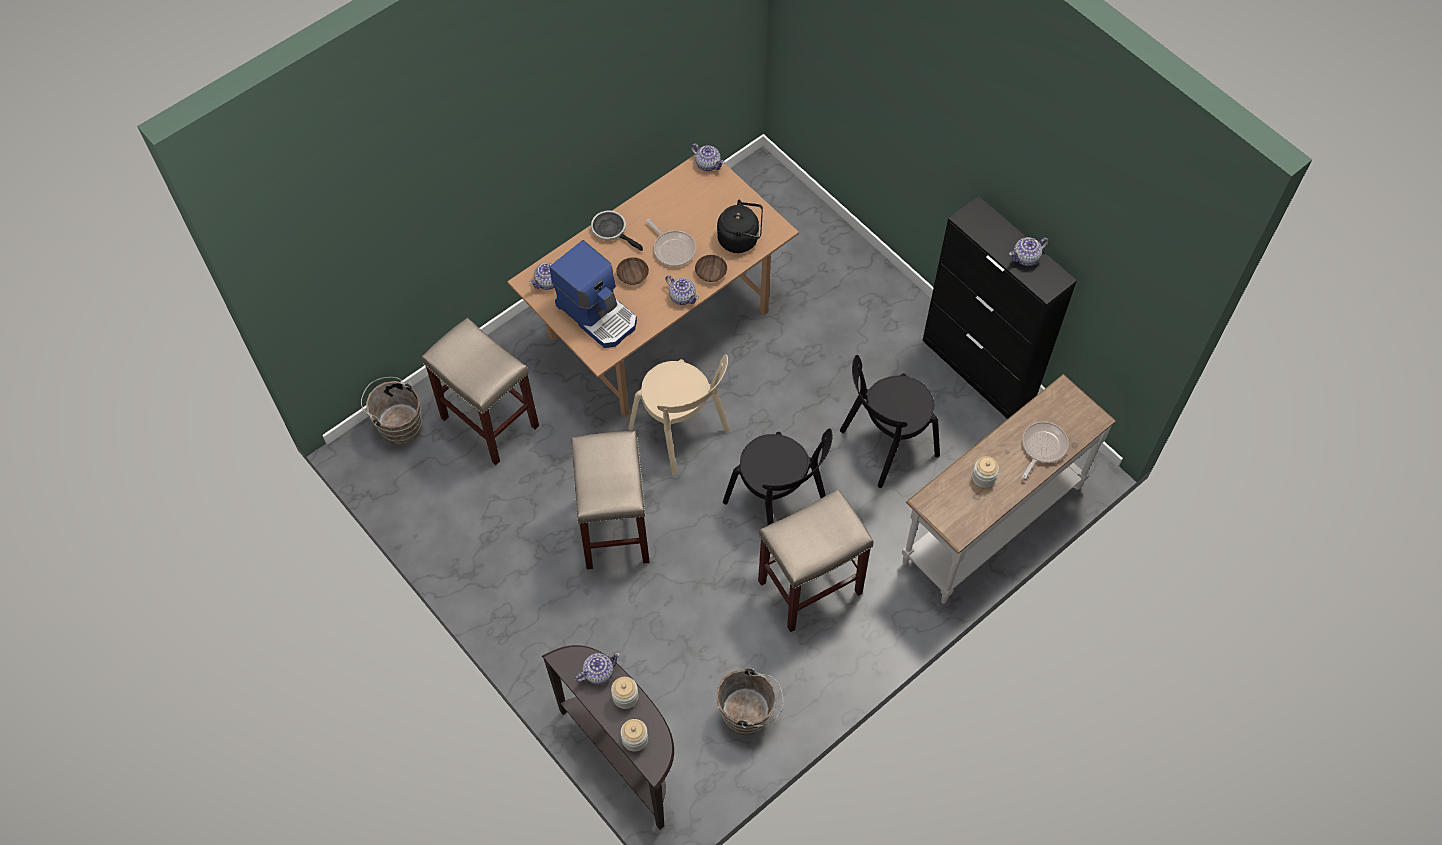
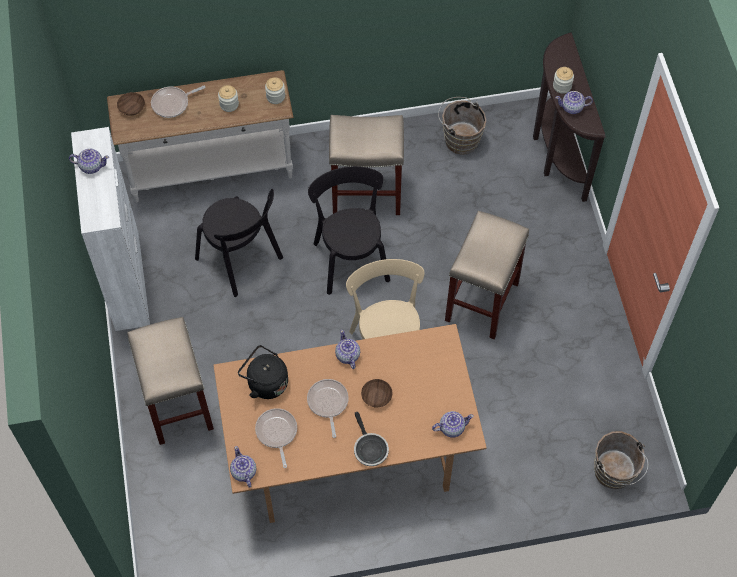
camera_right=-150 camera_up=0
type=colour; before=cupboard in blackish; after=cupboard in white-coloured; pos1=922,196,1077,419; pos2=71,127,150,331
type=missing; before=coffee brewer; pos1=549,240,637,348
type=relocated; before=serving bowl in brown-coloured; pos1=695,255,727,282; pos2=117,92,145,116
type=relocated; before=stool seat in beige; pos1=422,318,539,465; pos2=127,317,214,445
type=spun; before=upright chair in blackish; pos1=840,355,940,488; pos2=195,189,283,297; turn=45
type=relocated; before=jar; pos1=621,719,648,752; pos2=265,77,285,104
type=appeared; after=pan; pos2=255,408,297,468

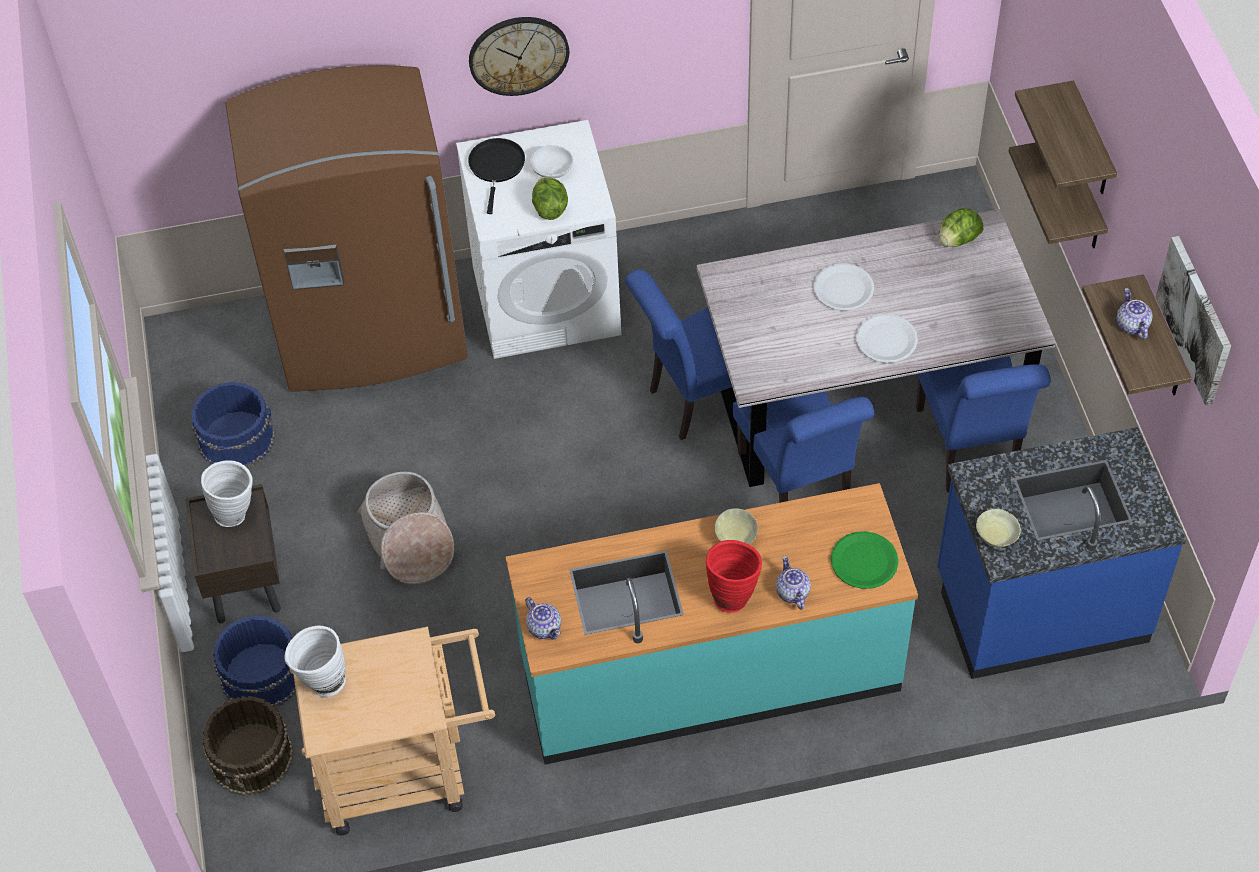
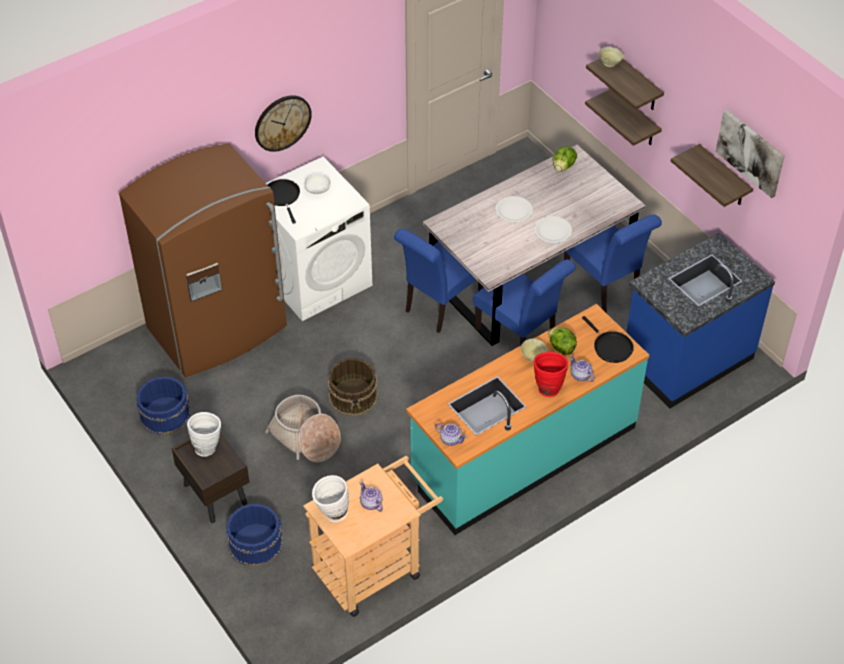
camera_right=-25 camera_up=-5
type=relocated; before=lettuce; pos1=532,177,568,220; pos2=549,327,577,355
type=relocated; before=pot for tea; pos1=1117,288,1153,340; pos2=360,482,383,512
type=relocated; before=serving bowl in beige; pos1=976,509,1021,547; pos2=599,47,624,67
type=exchanged; before=dinner plate in greenish; after=pan in blackish; pos1=831,531,898,589; pos2=582,316,634,363
type=relocated; before=water bucket in brown-coloured; pos1=202,696,293,796; pos2=327,358,378,416

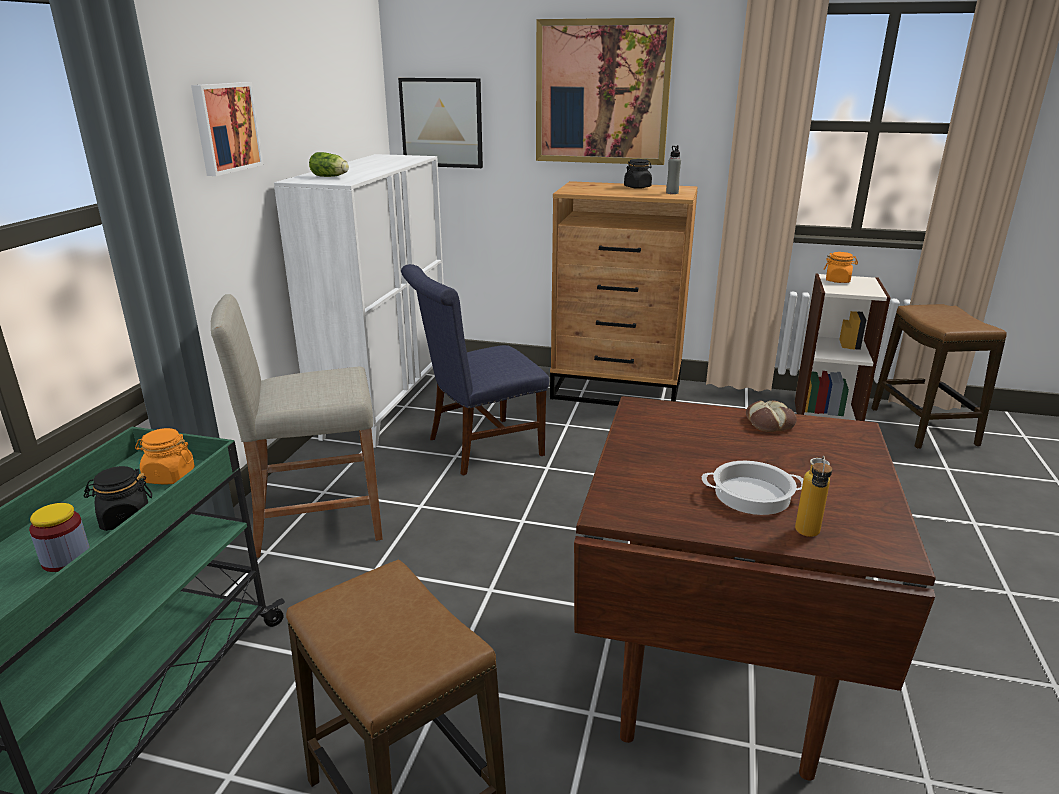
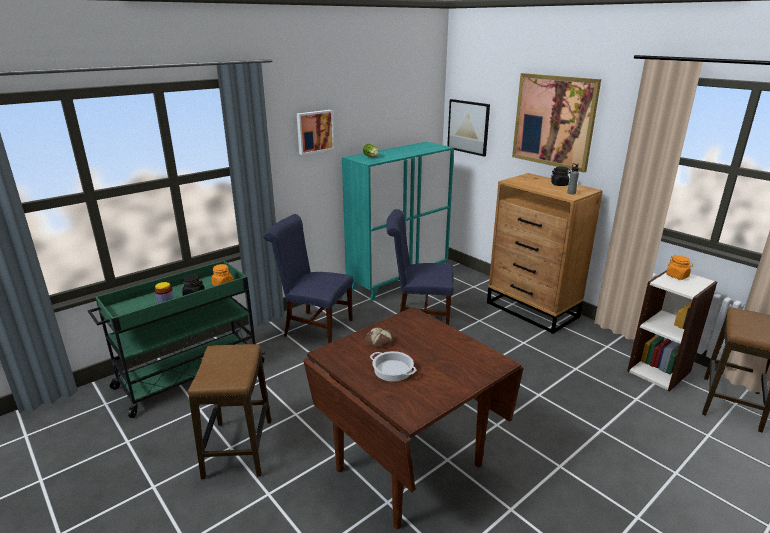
camera_right=35 camera_up=0
type=colour; before=cupboard in white-coloured; after=cupboard in turquoise; pos1=274,154,444,448; pos2=342,142,454,301
type=exchanged; before=stool seat in beige; after=upright chair in blue-coloured; pos1=211,294,383,558; pos2=263,214,354,344
type=relocated; before=bakery bread; pos1=746,400,797,432; pos2=365,327,393,348
type=missing; before=beverage bottle; pos1=795,456,832,537

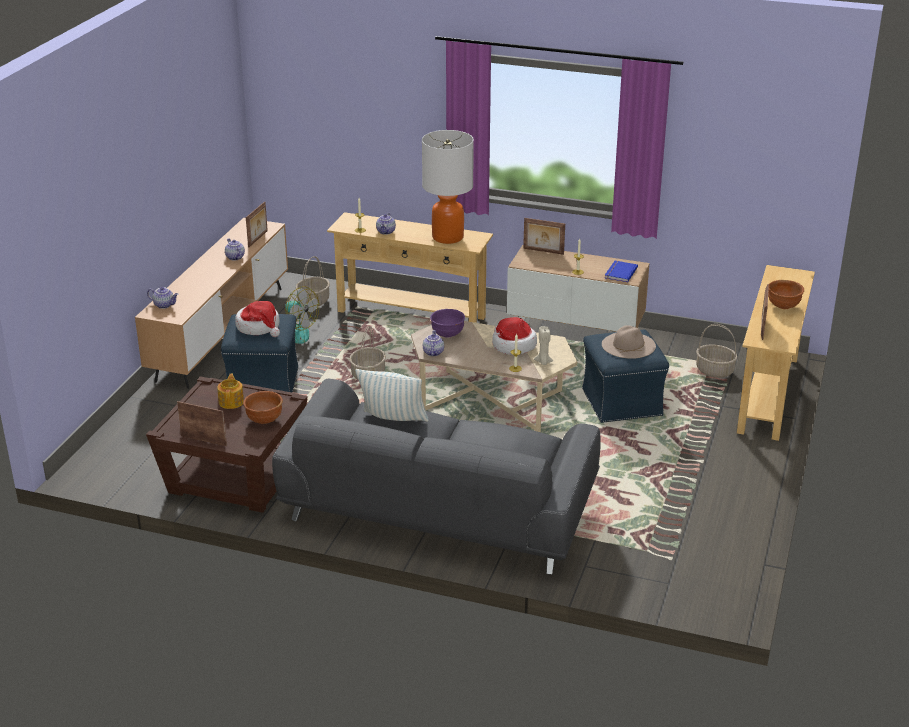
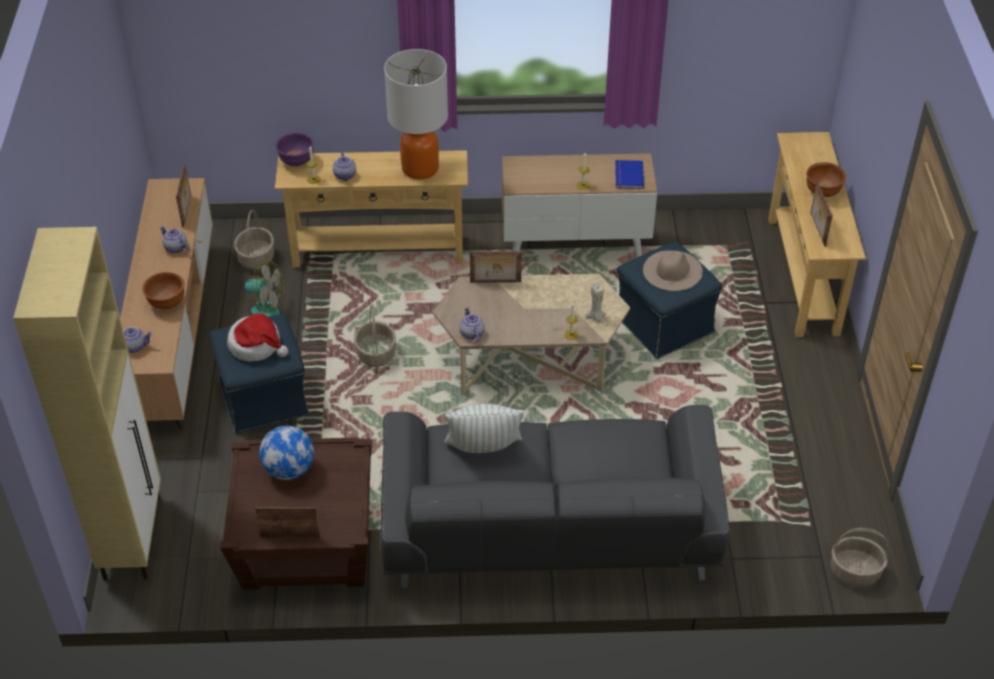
camera_right=-20 camera_up=15
type=relocated; before=photo frame; pos1=523,218,565,255; pos2=470,251,522,283
type=relocated; before=serving bowl in purple; pos1=430,309,465,338; pos2=275,132,314,166
type=missing; before=clothing hat; pos1=492,317,537,355
type=relocated; before=storage basket; pos1=696,324,738,378; pos2=830,528,889,586
type=exchanged; before=pot for tea; after=globe; pos1=217,374,244,409; pos2=259,426,314,480
type=relocated; before=serving bowl in brown-coloured; pos1=243,391,283,424; pos2=142,272,185,310
type=appeared; after=cupboard in beige; pos2=13,227,161,580

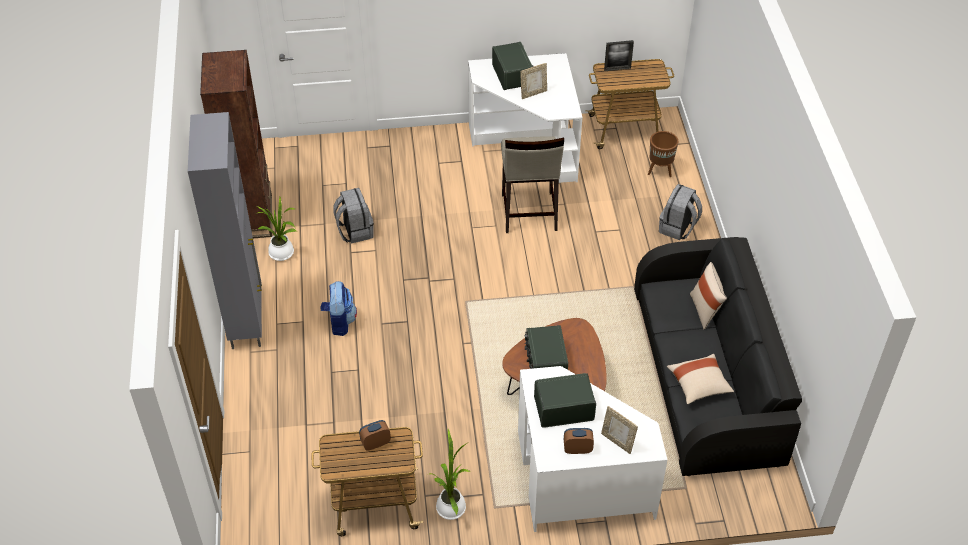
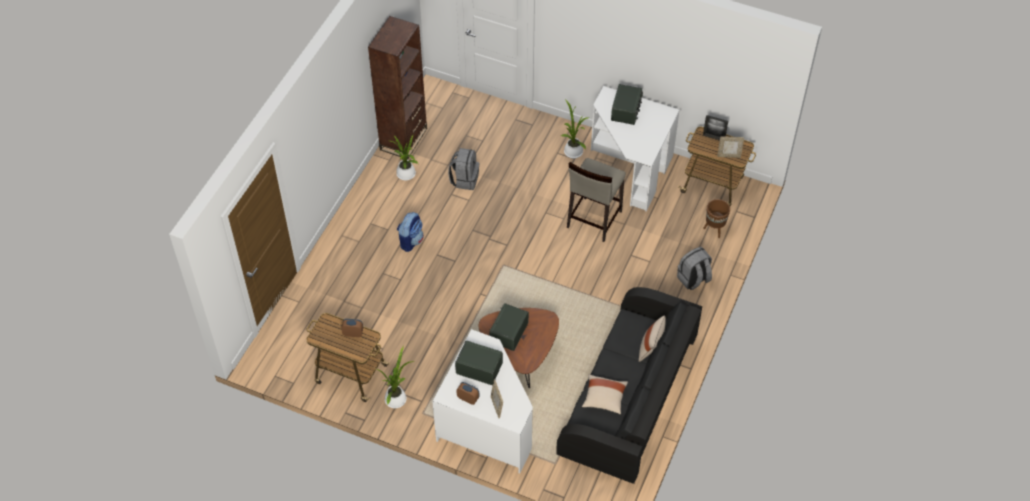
camera_right=30 camera_up=5
type=relocated; before=photo frame; pos1=520,63,547,99; pos2=717,136,744,158
type=missing; before=cupboard in gray; pos1=188,112,262,349
type=appeared; after=houseplant; pos2=561,99,589,158

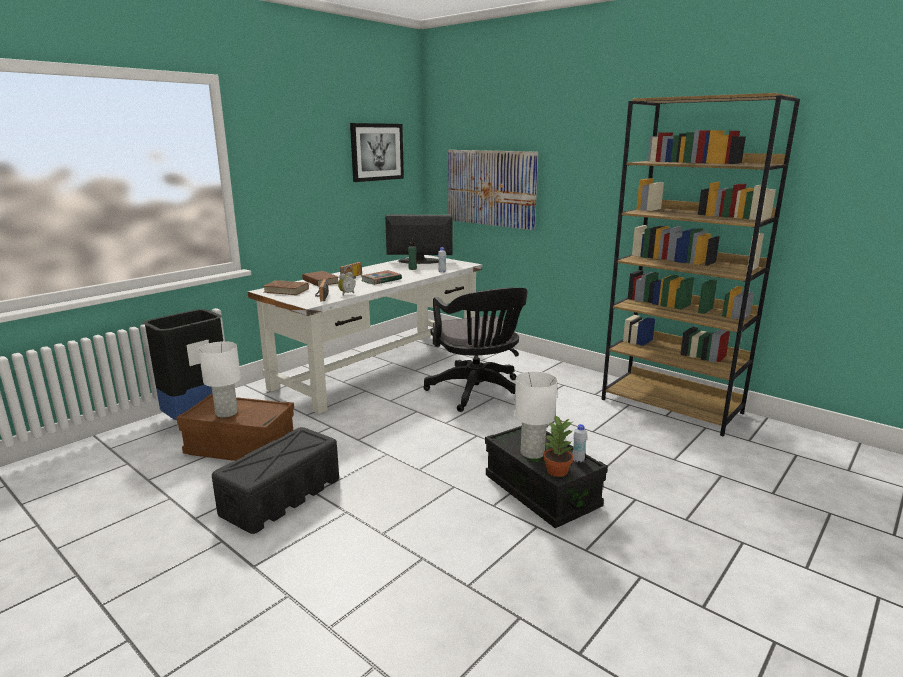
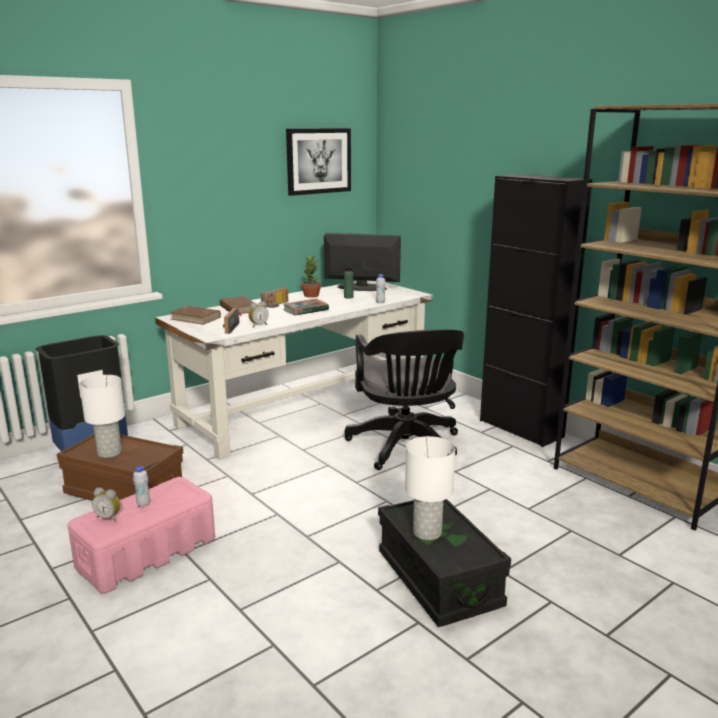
camera_right=10 camera_up=0
type=missing; before=picture; pos1=448,150,539,230
type=relocated; before=houseplant; pos1=543,415,574,477; pos2=301,255,321,298
type=relocated; before=beverage bottle in white-coloured; pos1=573,424,587,463; pos2=133,466,150,507
type=colour; before=storage box in blackish; after=storage box in pink; pos1=212,427,339,534; pos2=68,477,215,593
type=appeared; after=cupboard in blackish; pos2=480,174,592,447
type=appeared; after=bedside clock; pos2=92,487,120,522

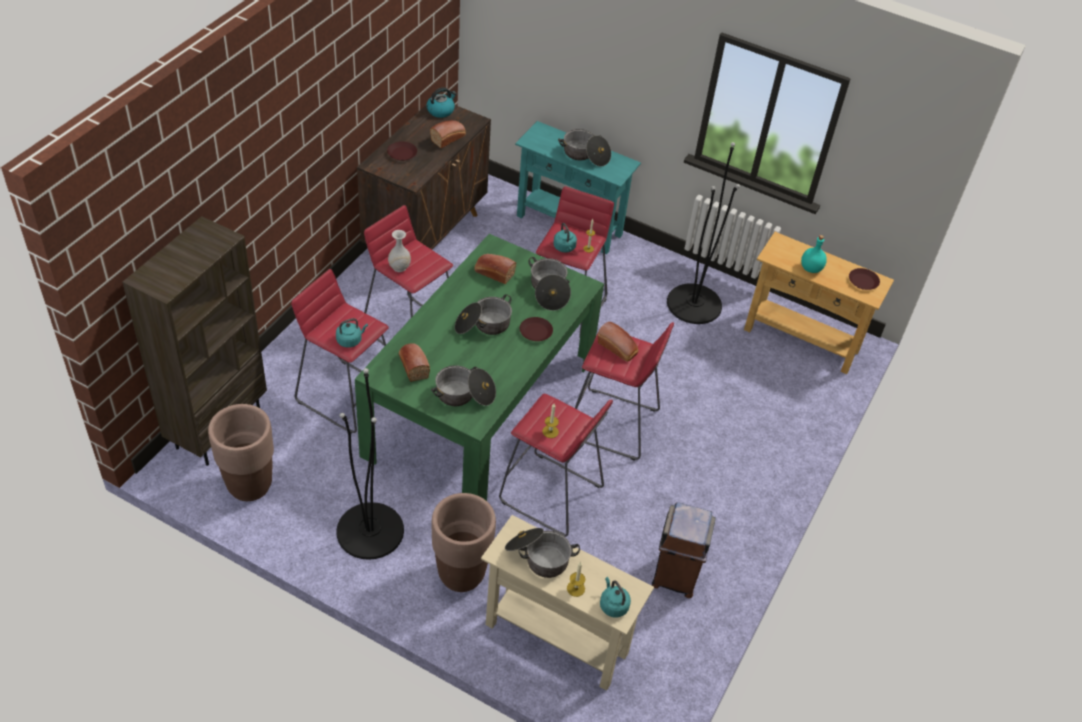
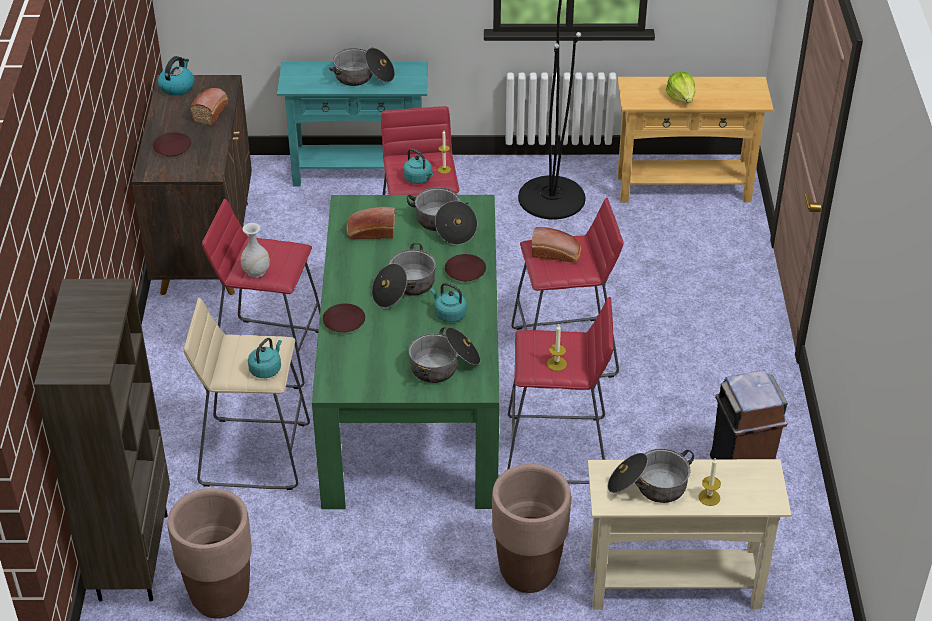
camera_right=-25 camera_up=-5
type=exchanged; before=beverage bottle in turquoise; after=lettuce; pos1=801,235,827,273; pos2=666,72,696,103
type=relocated; before=dinner plate in brown-coloured; pos1=849,268,880,290; pos2=323,303,365,333
type=colour; before=stool seat in reddish; after=stool seat in beige; pos1=291,269,389,434; pos2=184,298,310,490
type=missing; before=bakery bread; pos1=399,343,430,382
type=missing; before=standing lamp in blackish; pos1=336,368,404,560
type=relocated; before=water kettle in turquoise; pos1=600,577,631,617; pos2=431,283,467,322

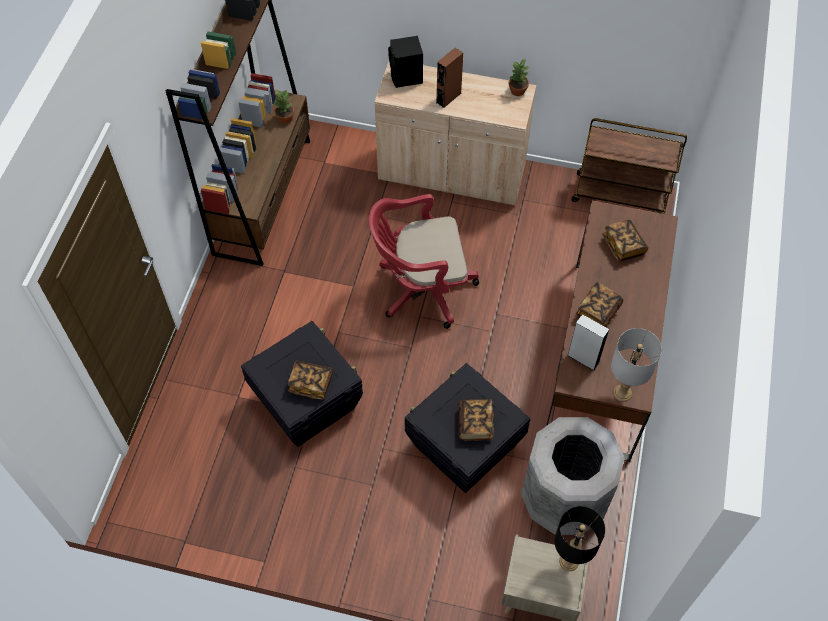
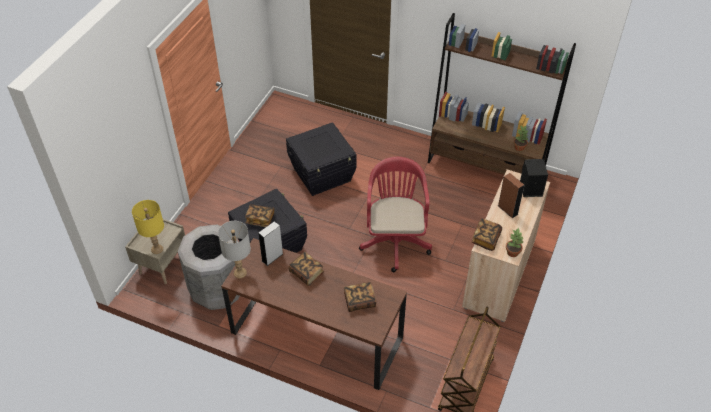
camera_right=100 camera_up=-10
type=relocated; before=bound book; pos1=288,360,333,400; pos2=471,218,502,251
type=colour; before=lamp for a table in blackish; after=lamp for a table in yellowish; pos1=554,506,605,571; pos2=132,200,164,254

